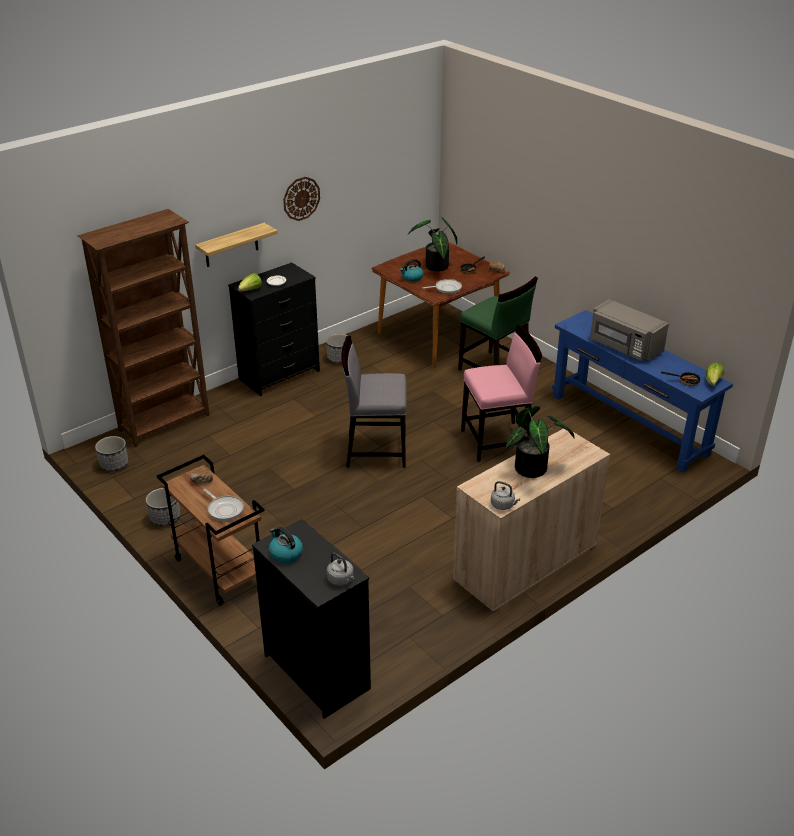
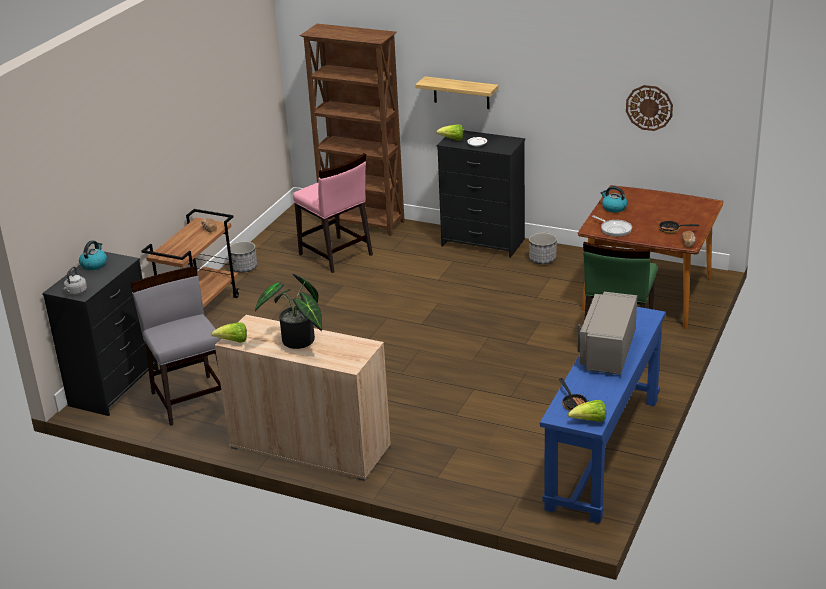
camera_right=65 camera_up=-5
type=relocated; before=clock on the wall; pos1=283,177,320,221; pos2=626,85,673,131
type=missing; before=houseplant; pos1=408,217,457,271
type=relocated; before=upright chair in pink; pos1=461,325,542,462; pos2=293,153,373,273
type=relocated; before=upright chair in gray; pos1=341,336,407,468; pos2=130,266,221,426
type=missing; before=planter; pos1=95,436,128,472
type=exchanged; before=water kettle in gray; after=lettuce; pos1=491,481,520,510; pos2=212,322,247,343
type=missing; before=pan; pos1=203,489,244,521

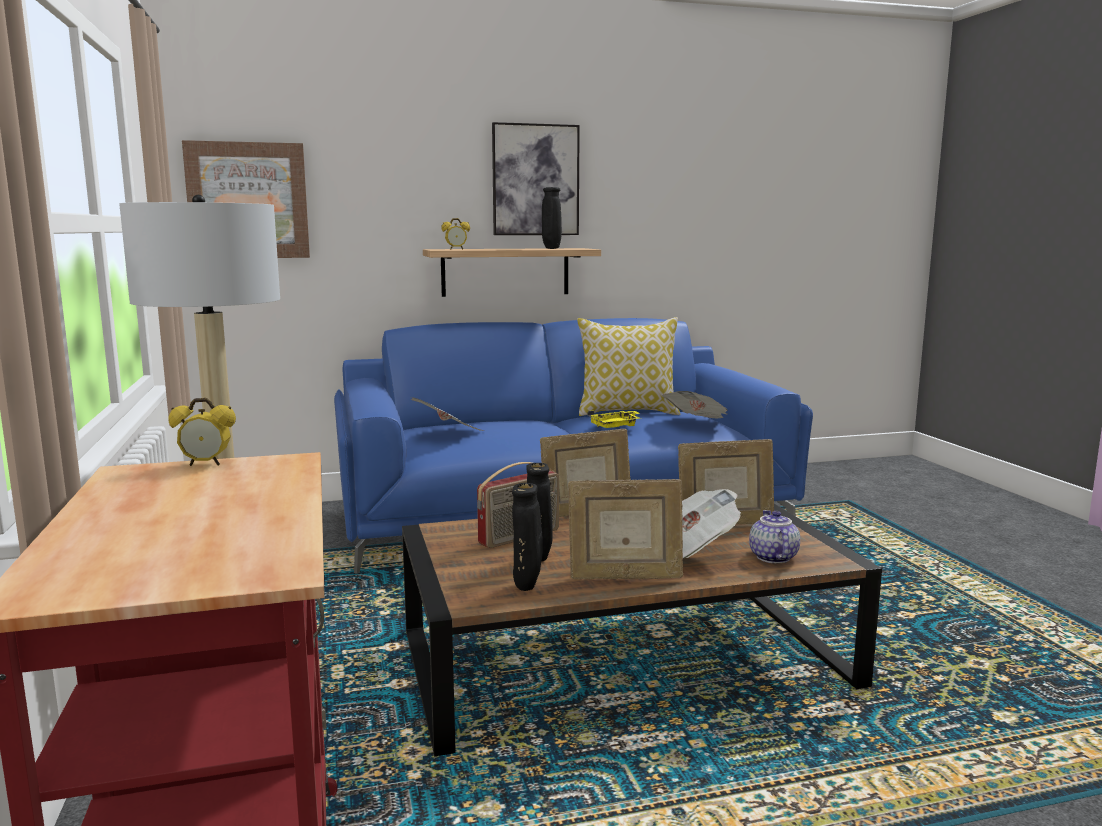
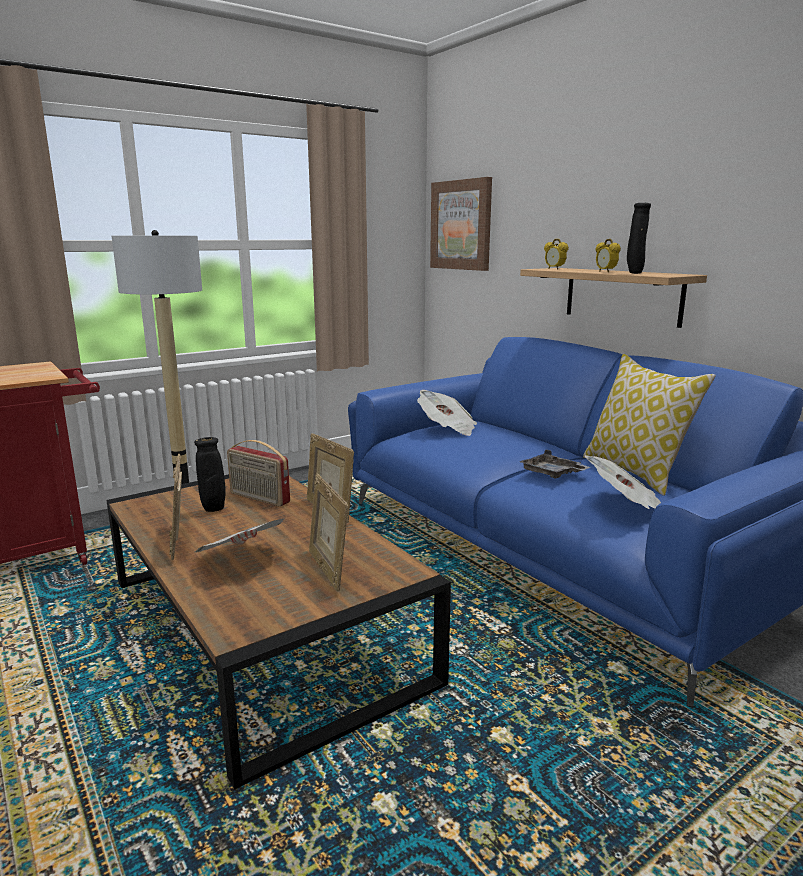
camera_right=70 camera_up=5
type=missing; before=picture; pos1=492,122,580,235
type=relocated; before=bedside clock; pos1=168,398,236,466; pos2=595,239,621,272
type=colour; before=serving tray in yellowish; after=serving tray in gray; pos1=587,410,640,428; pos2=520,449,590,479
type=missing; before=flower vase in blackish; pos1=512,483,543,591
type=missing; before=pot for tea; pos1=749,510,800,563

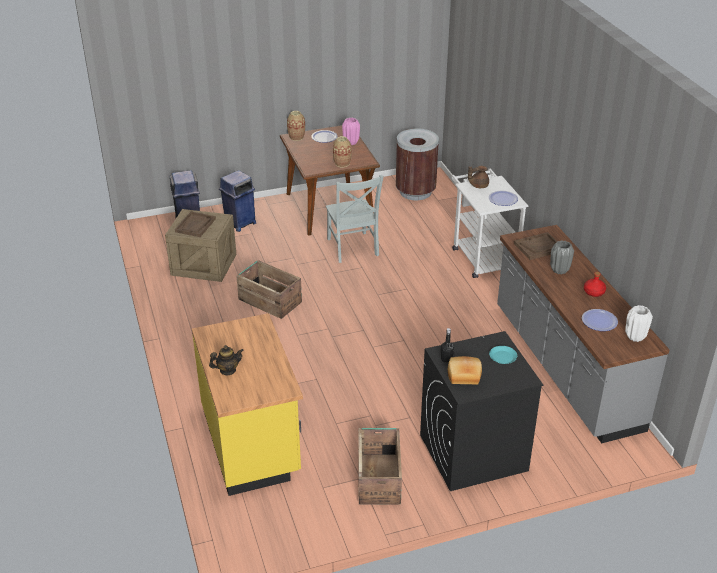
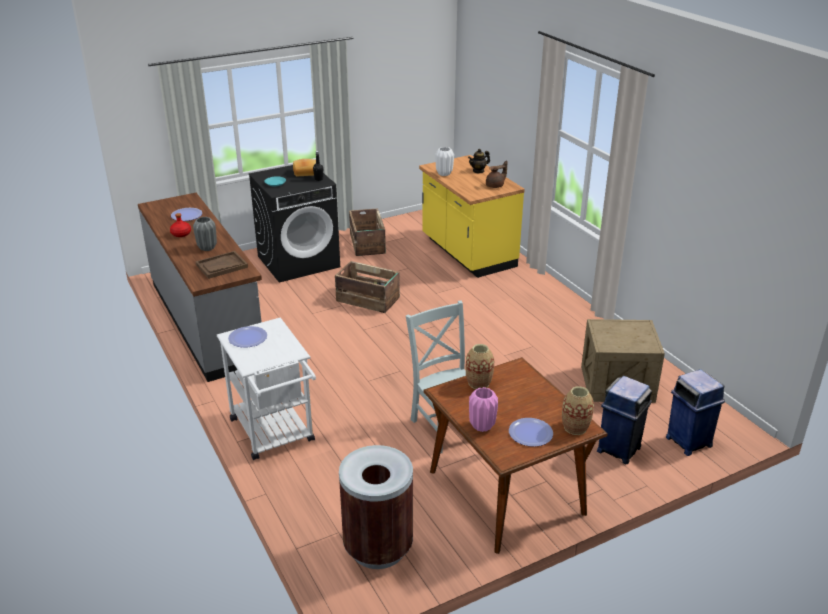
camera_right=170 camera_up=-5
type=relocated; before=pot for tea in brown-coloured; pos1=468,166,489,188; pos2=486,160,507,188
type=missing; before=serving tray in brown-coloured; pos1=175,212,216,237
type=relocated; before=shipping crate; pos1=236,260,302,319; pos2=335,261,400,313
type=relocated; before=flower vase in white-coloured; pos1=625,305,653,342; pos2=435,147,454,176

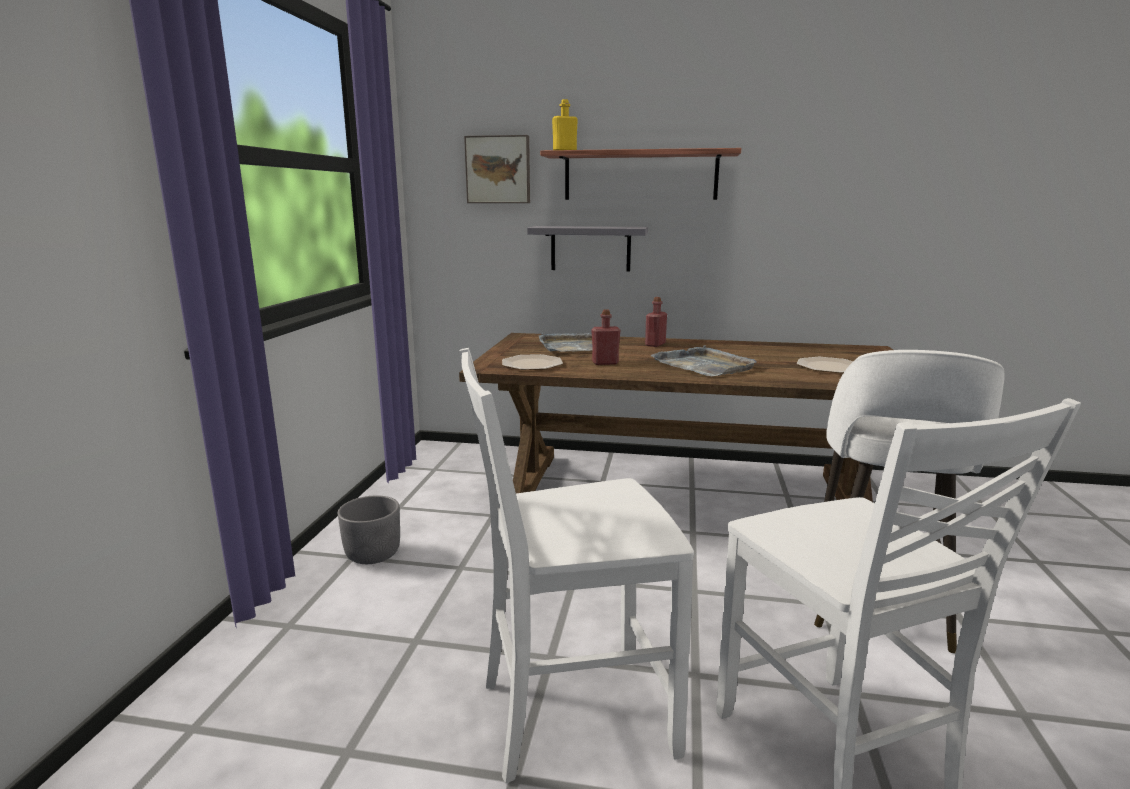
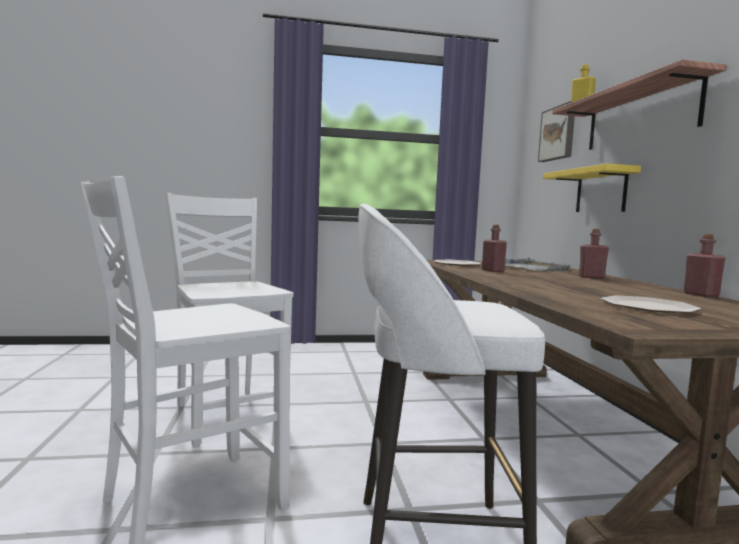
camera_right=70 camera_up=-10
type=colour; before=shelf in gray; after=shelf in yellowish; pos1=527,226,648,272; pos2=543,164,641,212
type=missing; before=serving tray in gray; pos1=651,345,756,376
type=missing; before=planter in gray; pos1=338,495,400,564
type=appeared; after=beverage bottle in reddish; pos2=684,234,725,297

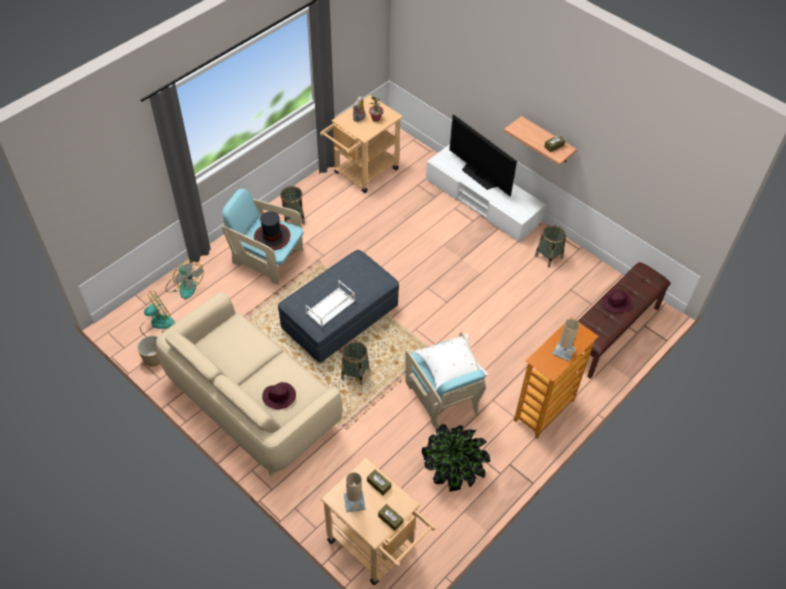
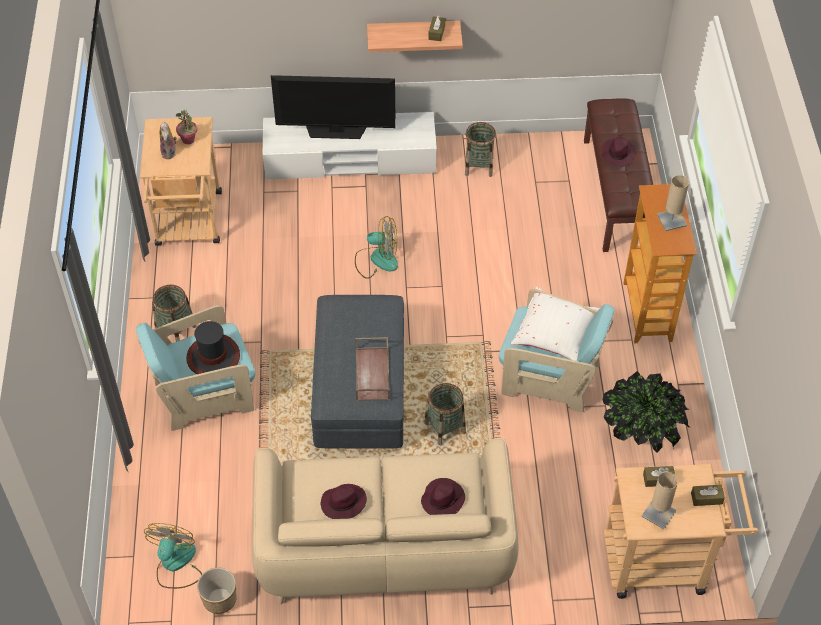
camera_right=-45 camera_up=0
type=relocated; before=electric fan; pos1=166,261,203,299; pos2=355,216,398,279
type=colour; before=serving tray in white-coloured; after=serving tray in brown-coloured; pos1=305,280,355,327; pos2=355,337,390,401
type=appeared; after=clothing hat in purple; pos2=321,484,367,519

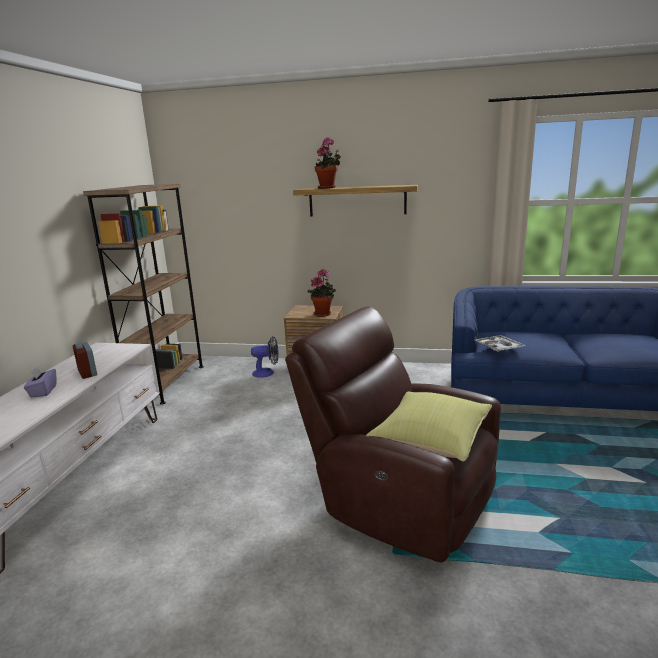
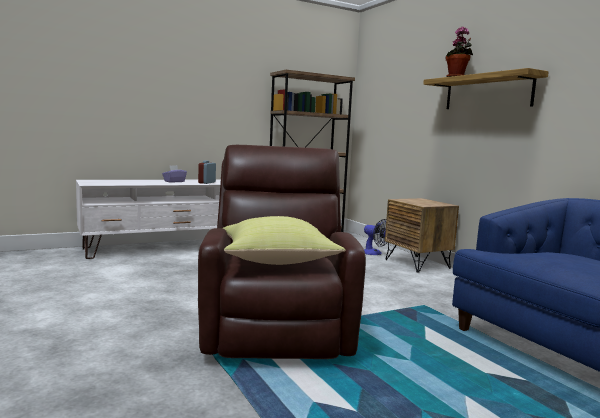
camera_right=50 camera_up=-10
type=missing; before=houseplant; pos1=308,269,336,317
type=missing; before=serving tray; pos1=475,335,526,352

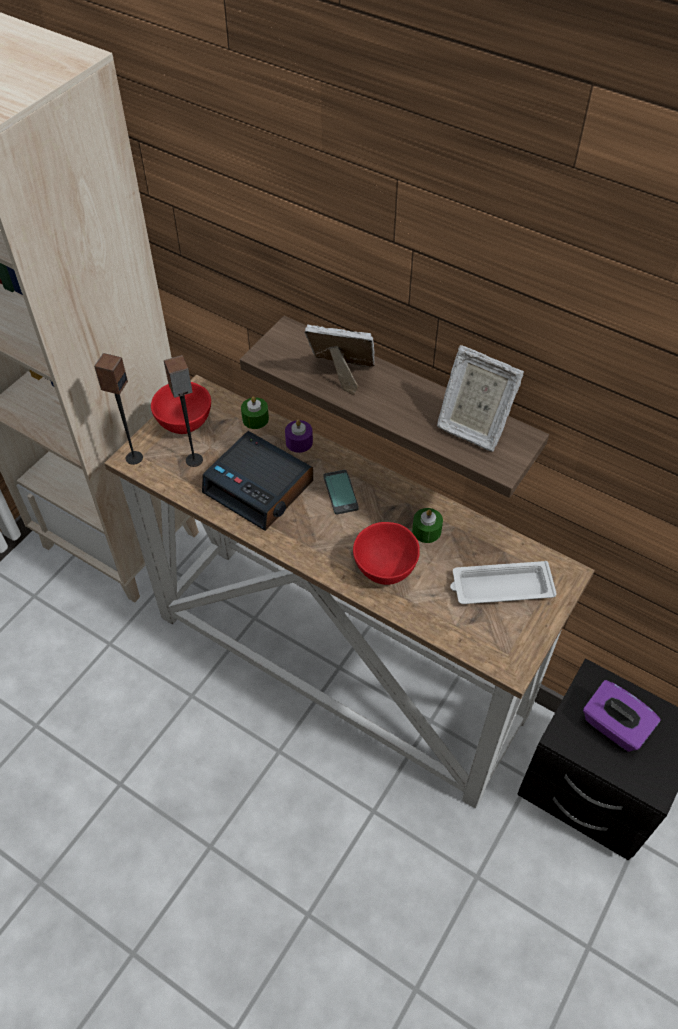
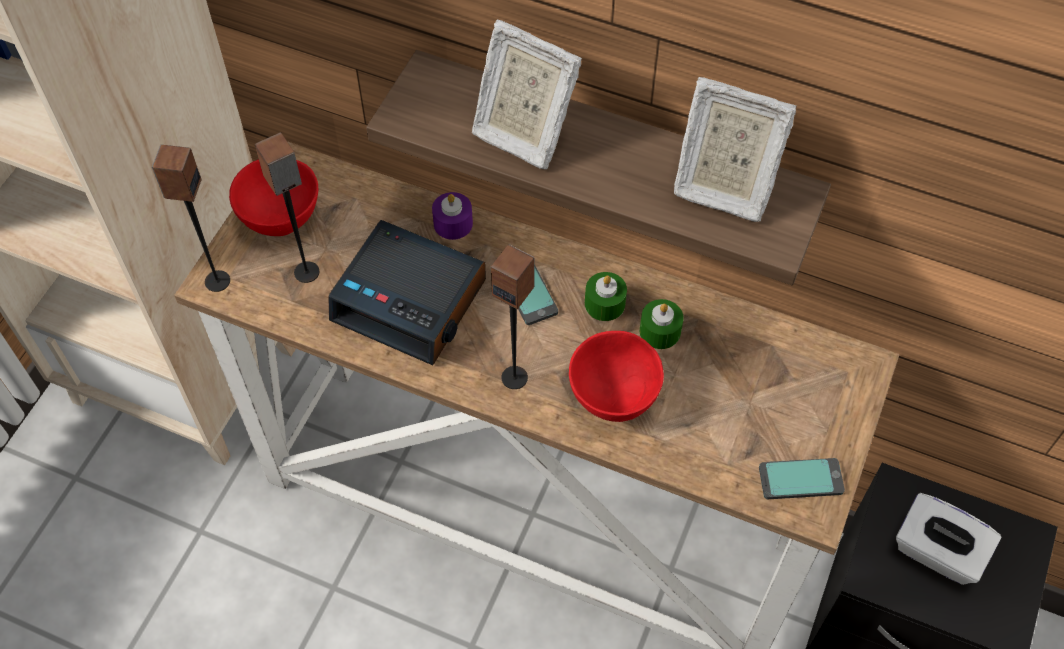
camera_right=-10 camera_up=5
type=spun; before=photo frame; pos1=304,324,375,395; pos2=472,20,582,169; turn=-150
type=relocated; before=wax candle in greenish; pos1=241,397,269,429; pos2=585,272,627,321
type=missing; before=serving tray in white-coloured; pos1=450,561,557,604
type=colour; before=tissue holder in purple; after=tissue holder in white-coloured; pos1=583,680,660,752; pos2=896,493,1001,585
type=appeared; after=loudspeaker; pos2=491,244,535,389
type=appeared; after=handset; pos2=759,458,845,500

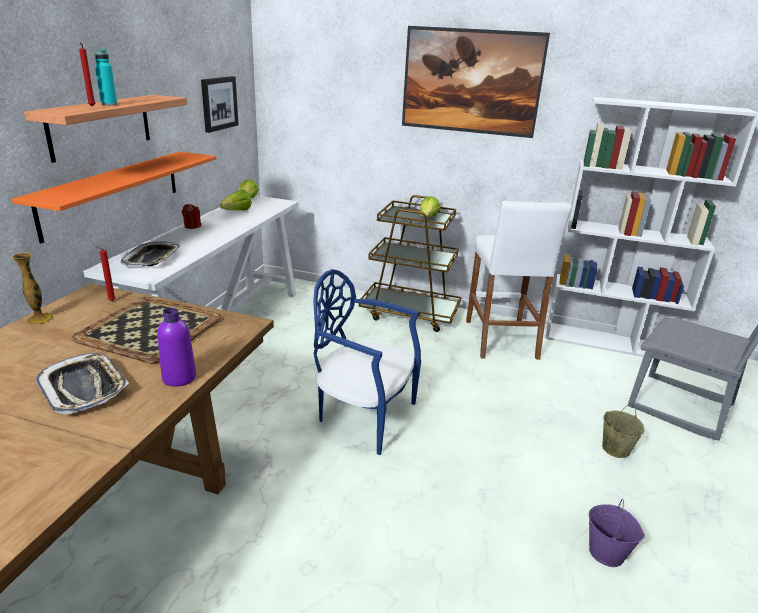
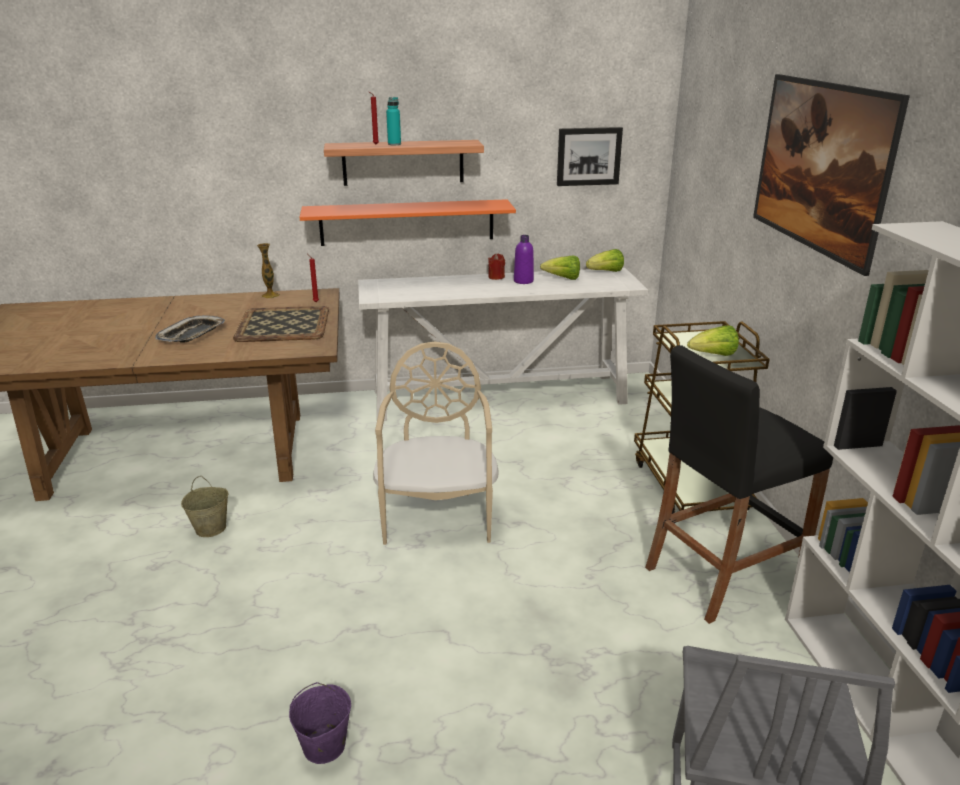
camera_right=65 camera_up=0
type=colour; before=stool seat in white-coloured; after=stool seat in blackish; pos1=466,201,572,360; pos2=645,345,833,624
type=missing; before=serving tray; pos1=121,242,180,266
type=colour; before=upright chair in blue-coloured; after=upright chair in beige; pos1=313,269,421,455; pos2=373,341,499,545
type=relocated; before=beverage bottle in purple; pos1=157,308,196,387; pos2=514,235,534,284
type=relocated; before=water bucket in beige; pos1=602,404,645,458; pos2=181,476,229,537

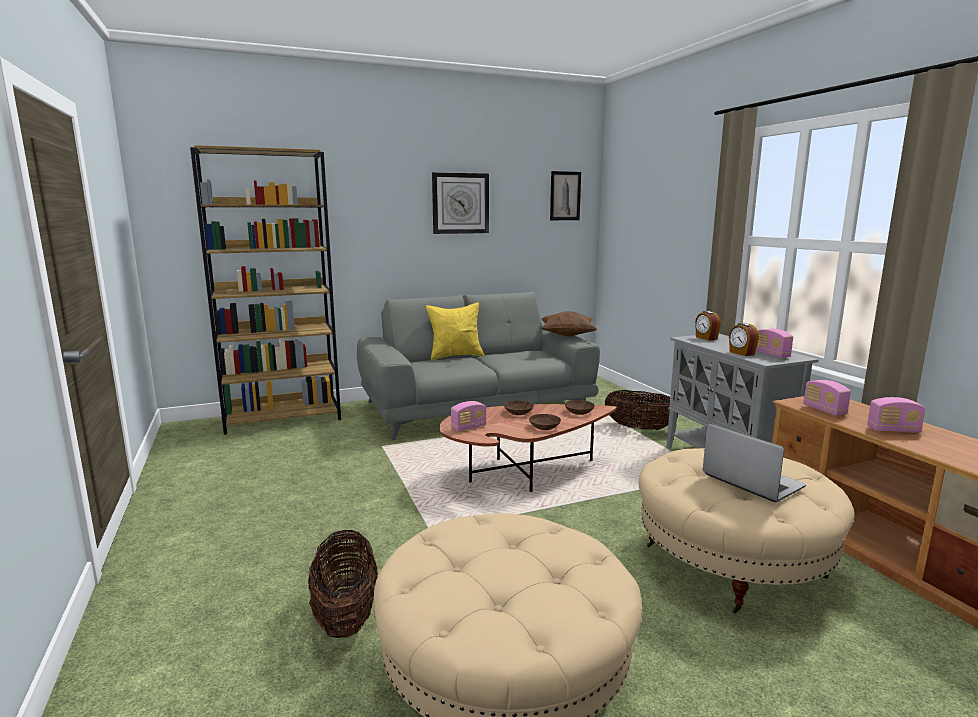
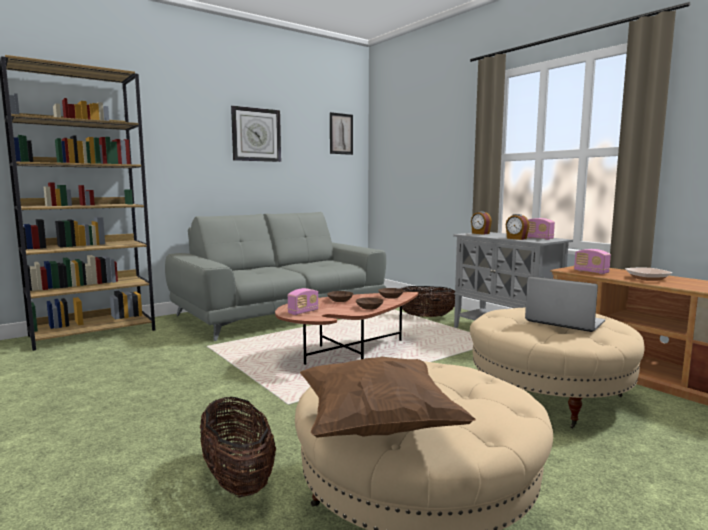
camera_right=-15 camera_up=-5
type=missing; before=pillow in yellowish; pos1=426,302,484,360
type=relocated; before=pillow in brown-coloured; pos1=541,311,597,337; pos2=300,356,476,438
type=exchanged; before=radio receiver; after=serving bowl; pos1=867,397,926,433; pos2=625,268,672,281

